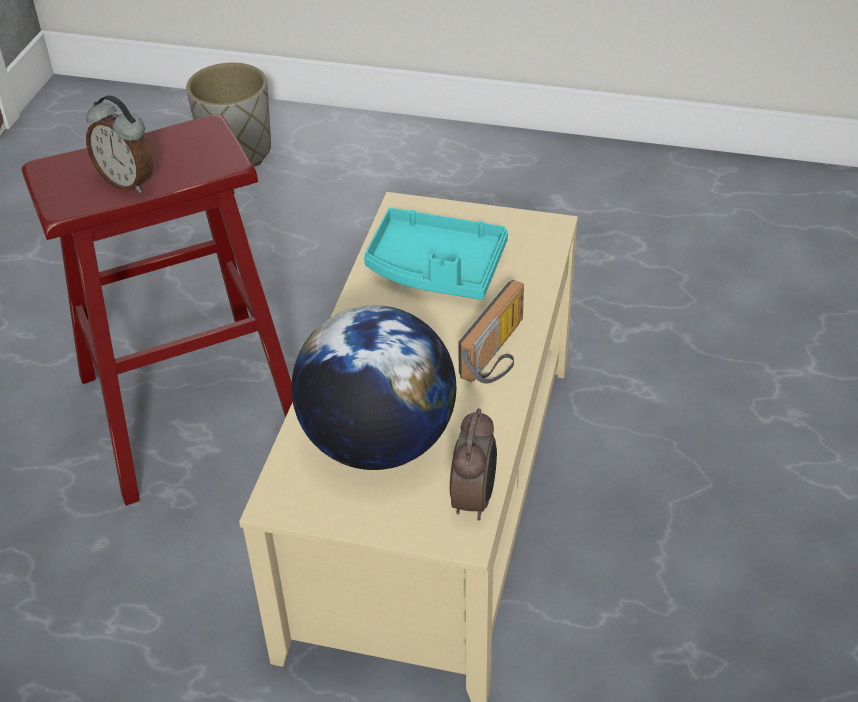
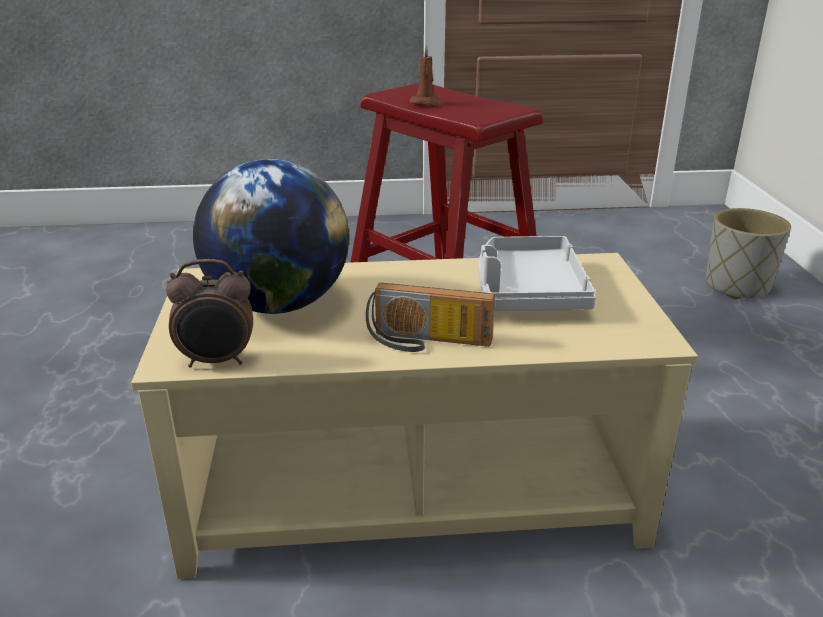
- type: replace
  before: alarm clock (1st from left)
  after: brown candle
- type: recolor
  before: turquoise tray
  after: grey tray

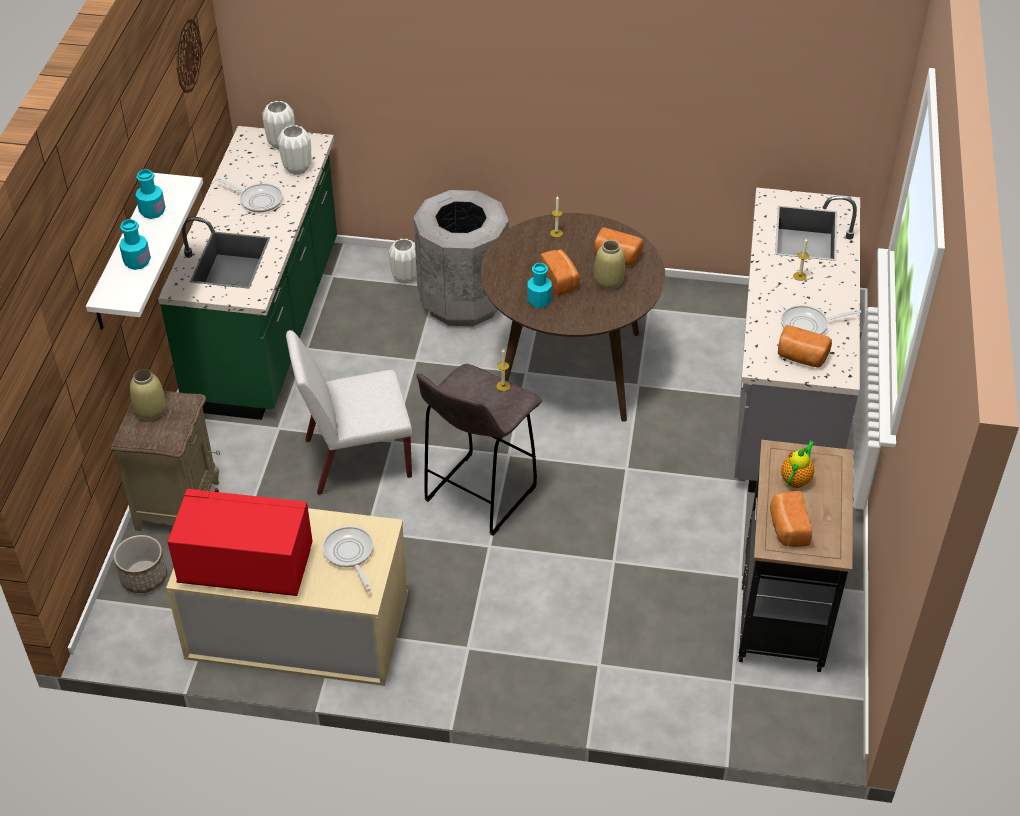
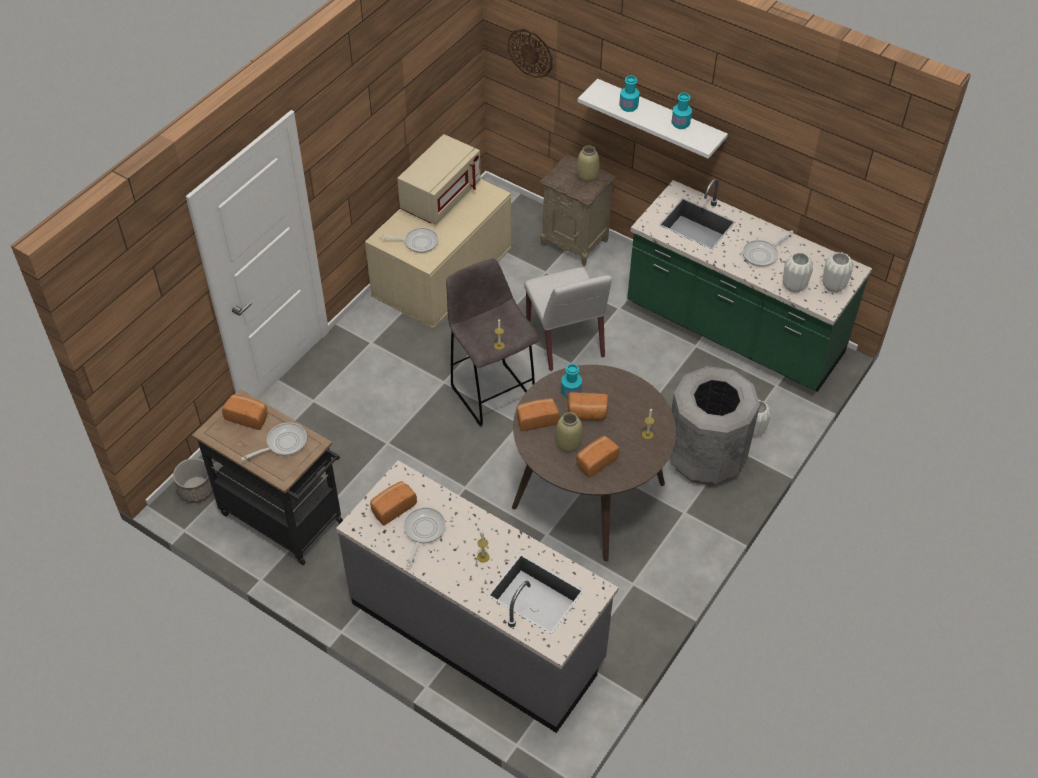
- type: insert
  after: bread (3rd from left)
- type: move
  before: planter
- type: move
  before: wall clock
- type: replace
  before: teapot
  after: frying pan (1st from left)
- type: recolor
  before: red microwave
  after: beige microwave
- type: rotate
  before: white chair
  turn: 150

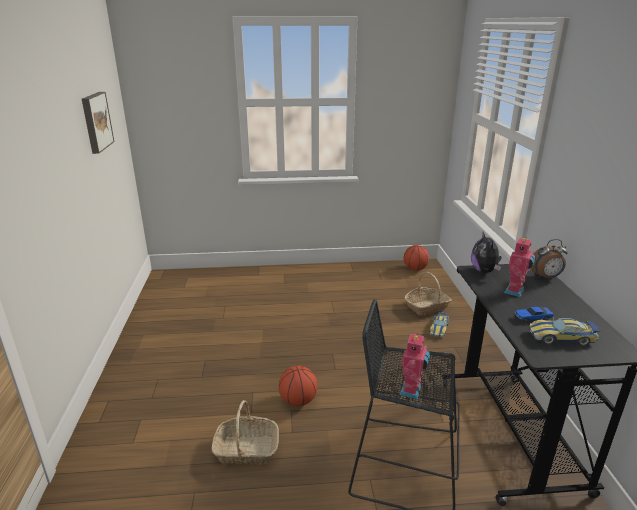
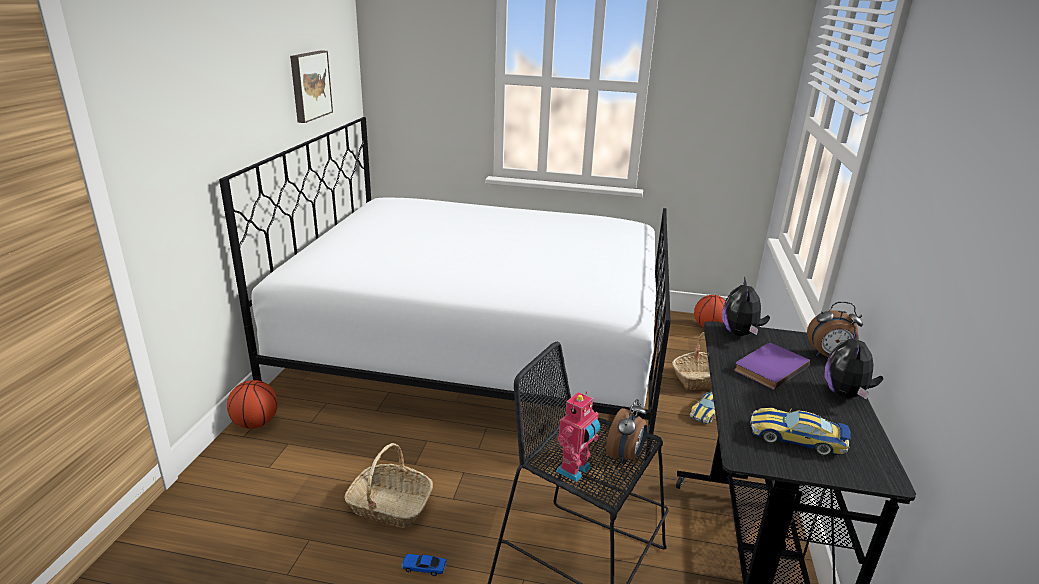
- type: insert
  after: white bed
- type: insert
  after: alarm clock (1st from left)
- type: insert
  after: plush toy (2nd from left)
- type: move
  before: basketball (1st from left)
- type: move
  before: toy car (2nd from left in the first image)
  after: toy car (1st from left)
- type: replace
  before: toy robot (2nd from left)
  after: purple book

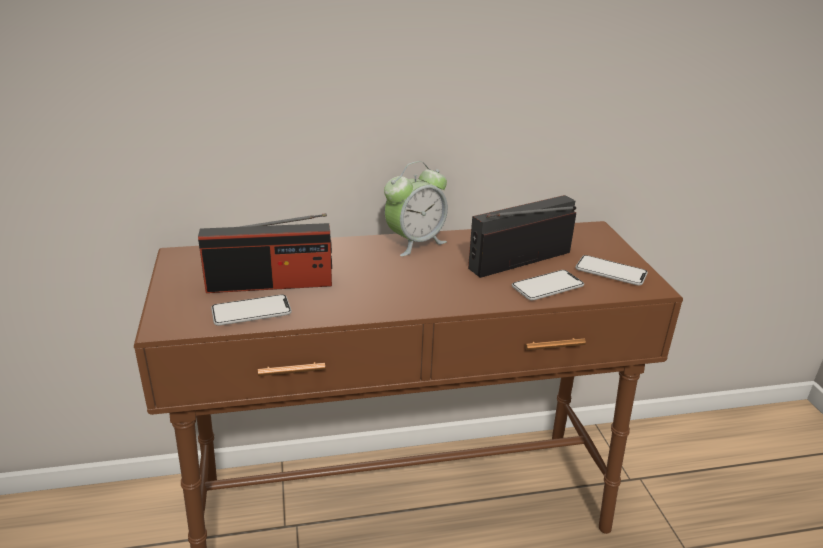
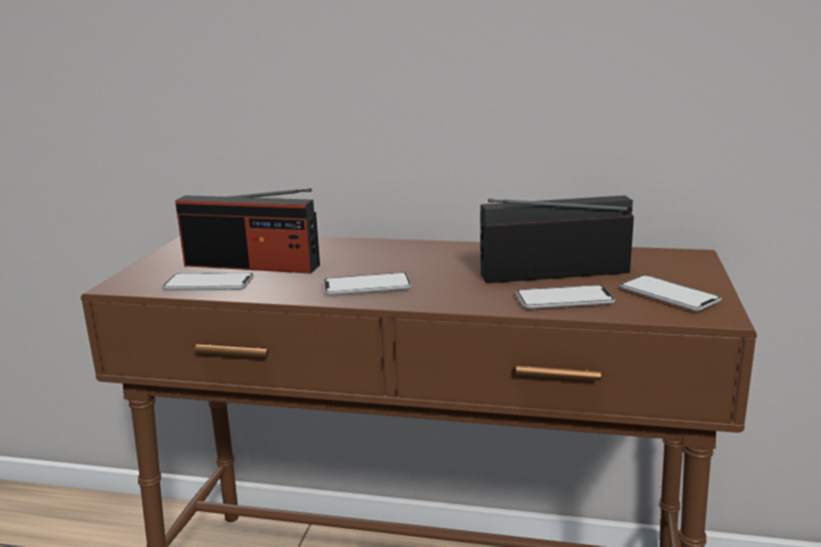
- type: delete
  before: alarm clock
- type: insert
  after: phone (2nd from left)

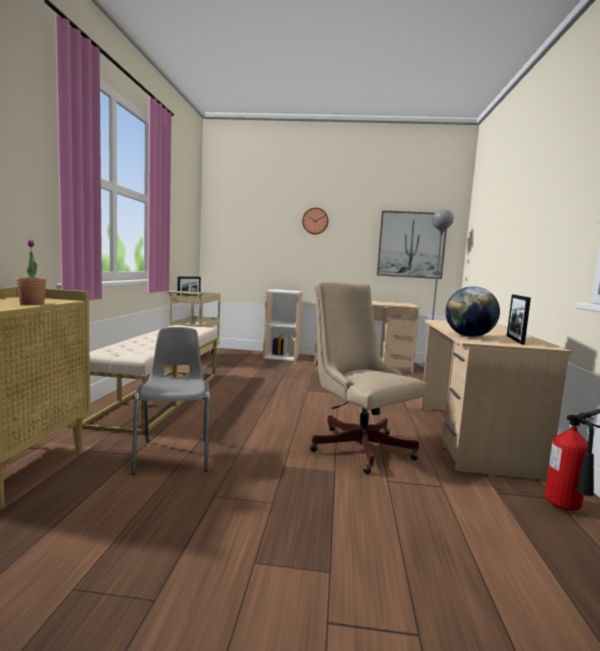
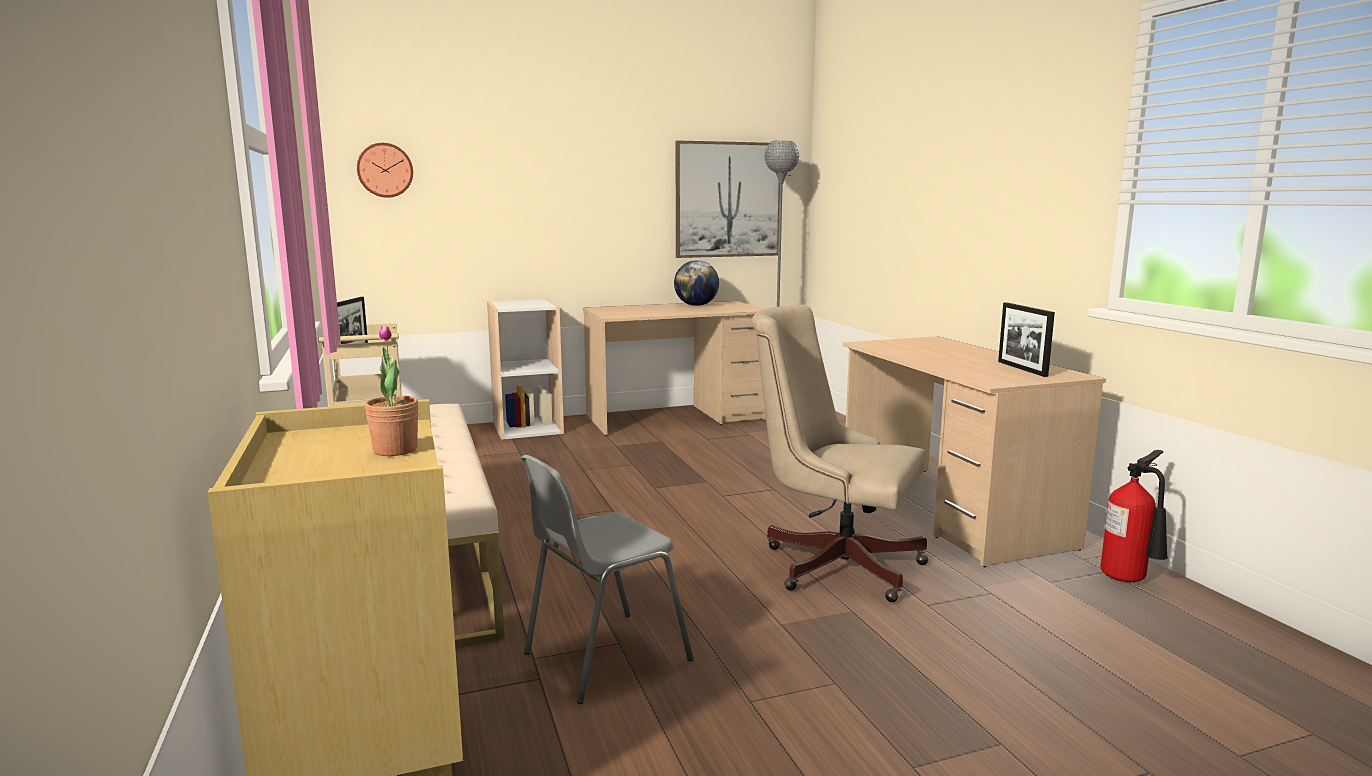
- type: move
  before: wall clock
- type: move
  before: globe
- type: rotate
  before: grey chair
  turn: -90

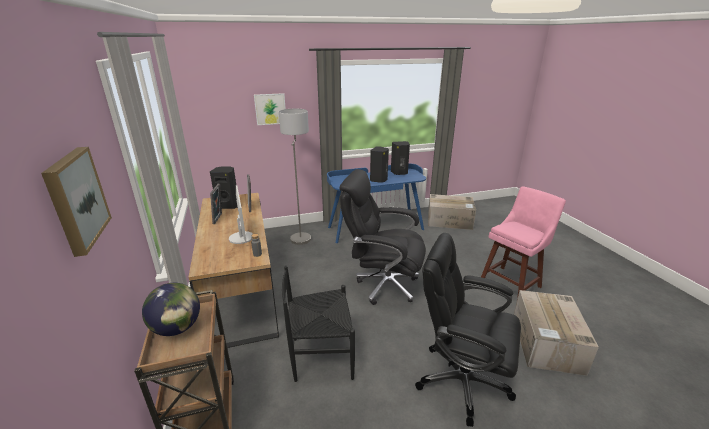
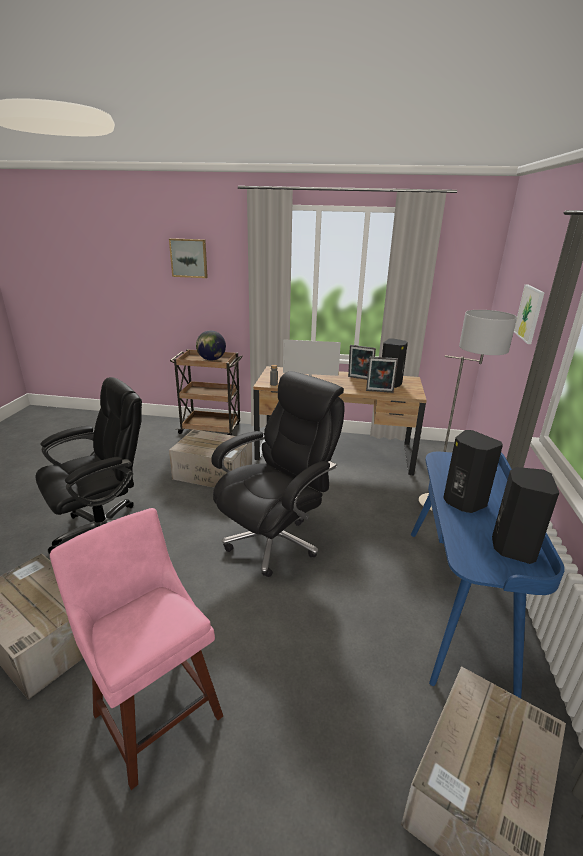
- type: replace
  before: black chair
  after: cardboard box (2nd from left)
- type: rotate
  before: pink chair
  turn: 150

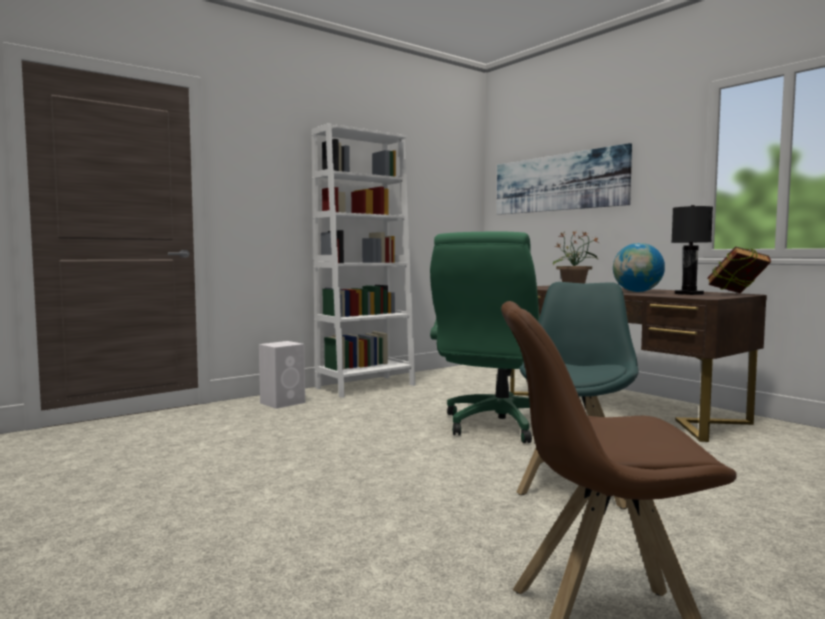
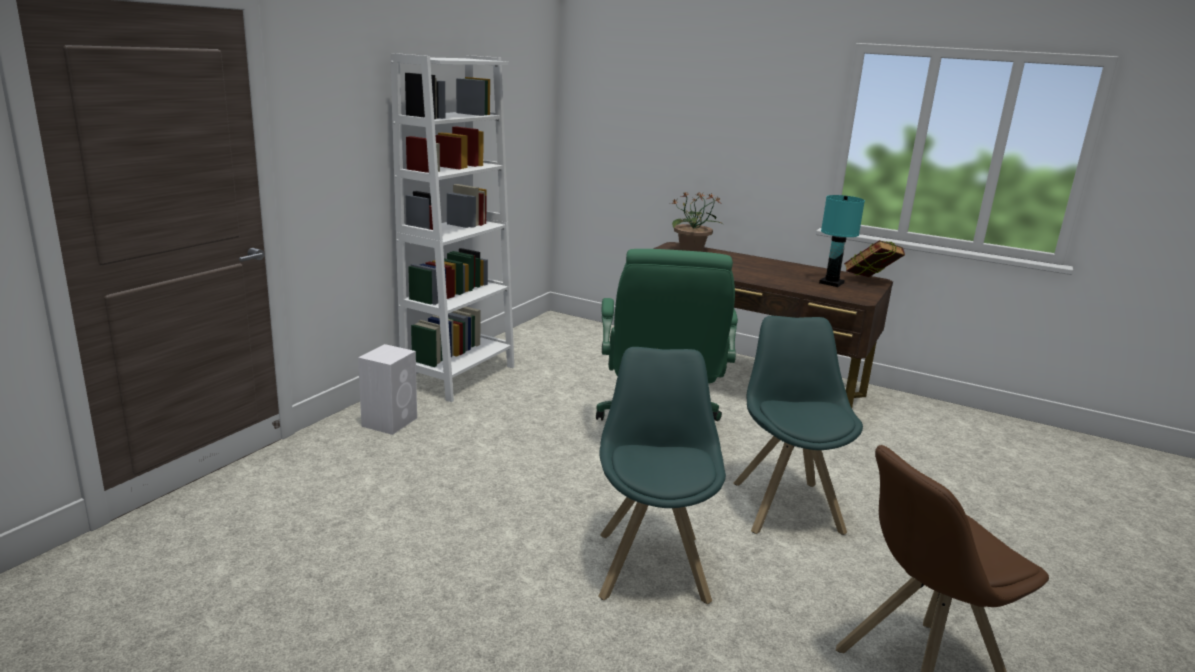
- type: delete
  before: picture
- type: delete
  before: globe
- type: insert
  after: turquoise chair (1st from left)
- type: recolor
  before: black table lamp
  after: turquoise table lamp

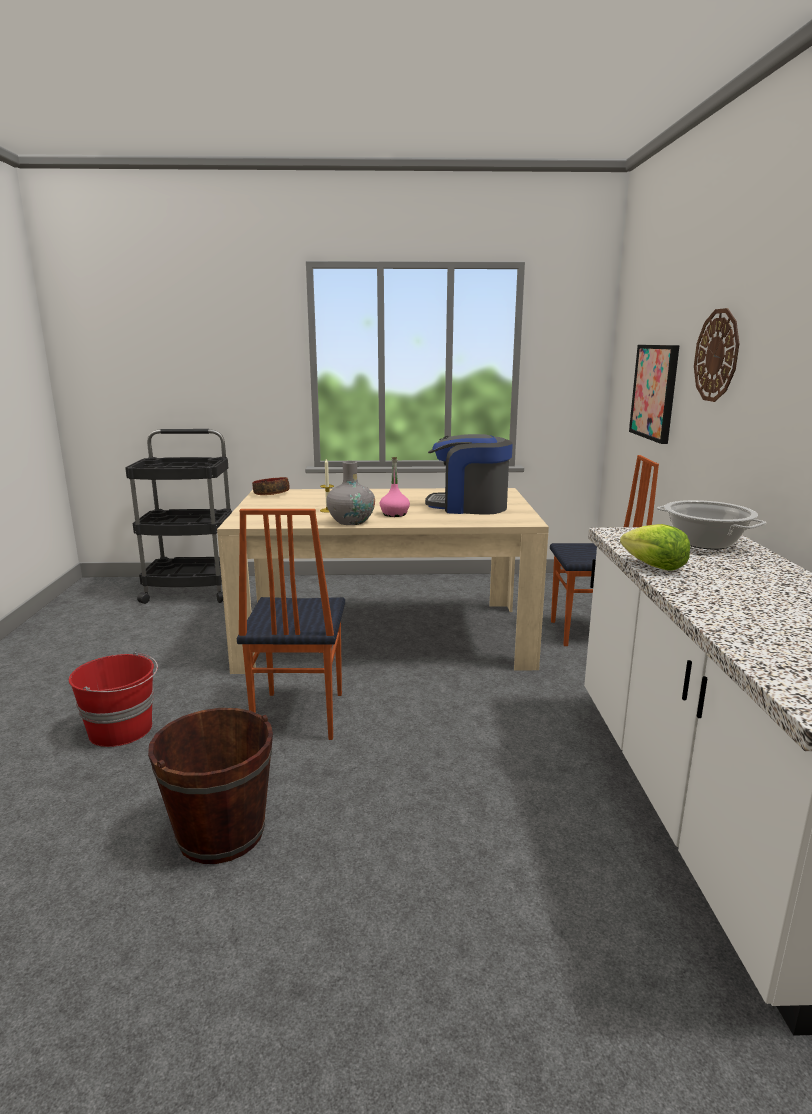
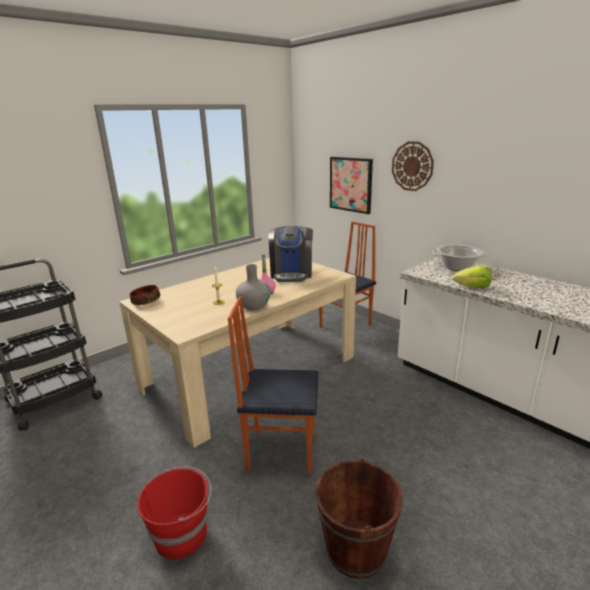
- type: rotate
  before: chair (1st from left)
  turn: 135
- type: rotate
  before: coffee machine
  turn: -60

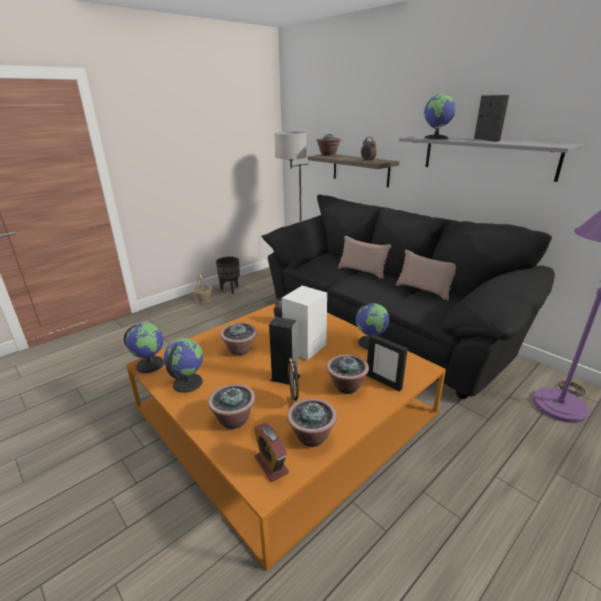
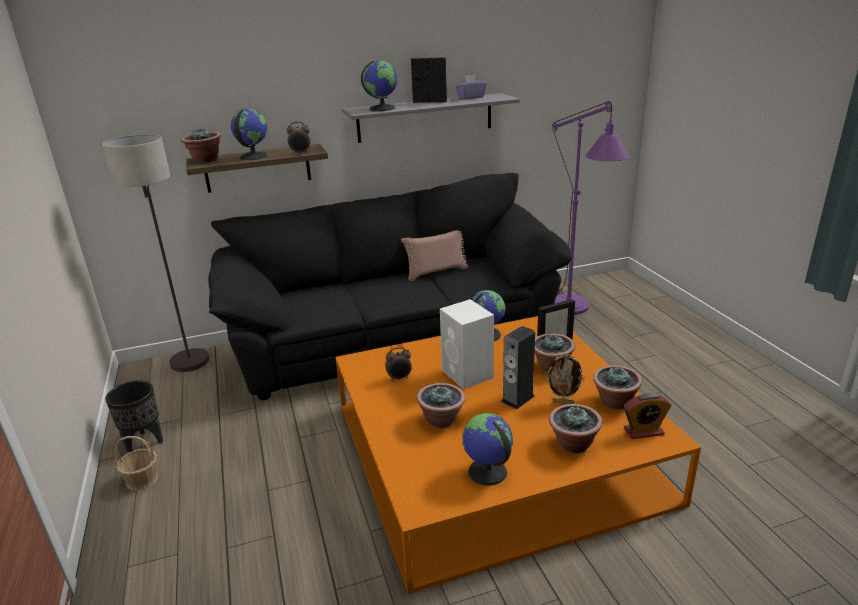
- type: delete
  before: beige pillow (1st from left)
- type: insert
  after: purple tissue box
- type: move
  before: globe (1st from left)

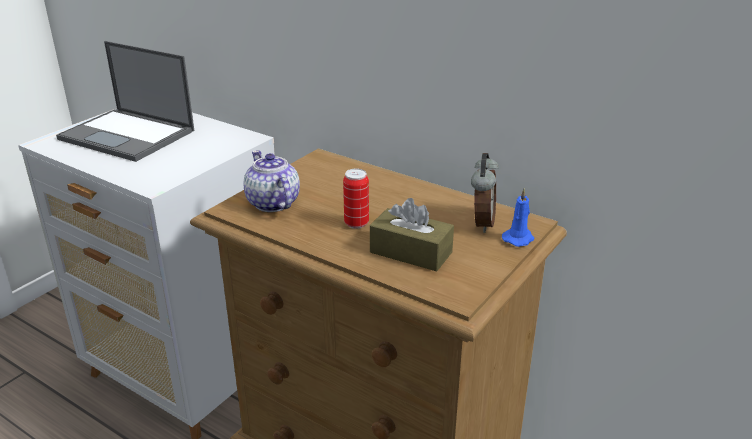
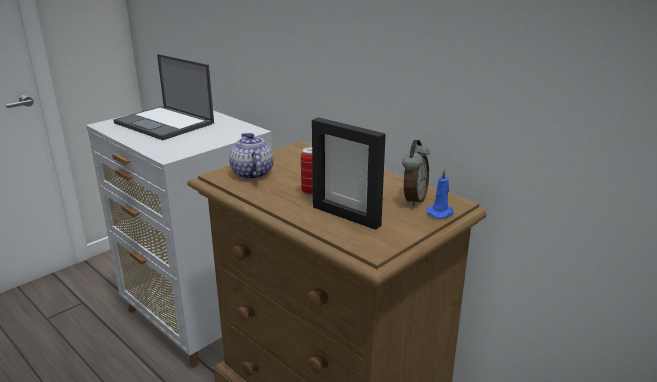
- type: replace
  before: brown tissue box
  after: picture frame

